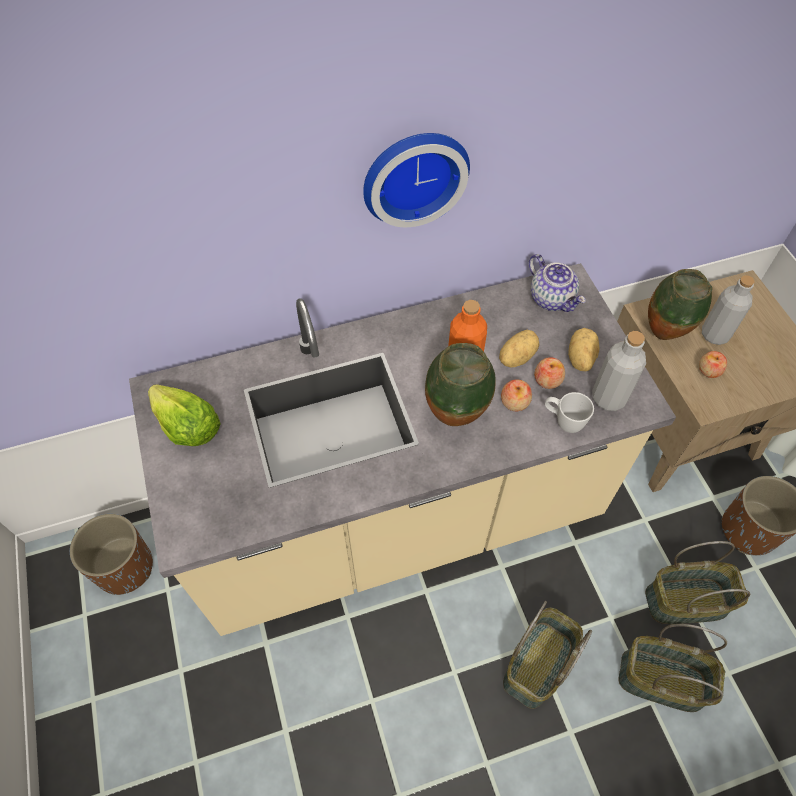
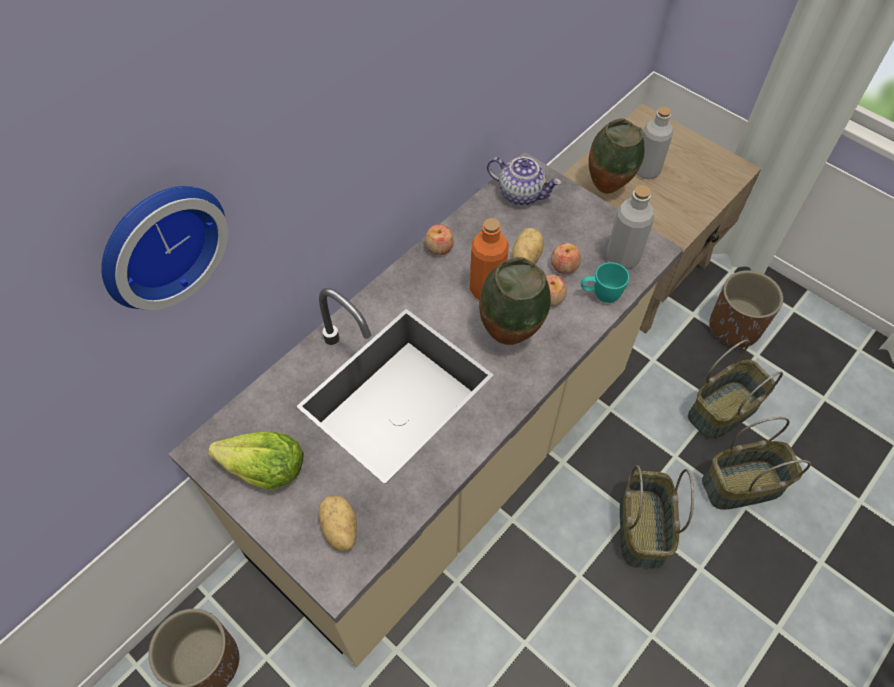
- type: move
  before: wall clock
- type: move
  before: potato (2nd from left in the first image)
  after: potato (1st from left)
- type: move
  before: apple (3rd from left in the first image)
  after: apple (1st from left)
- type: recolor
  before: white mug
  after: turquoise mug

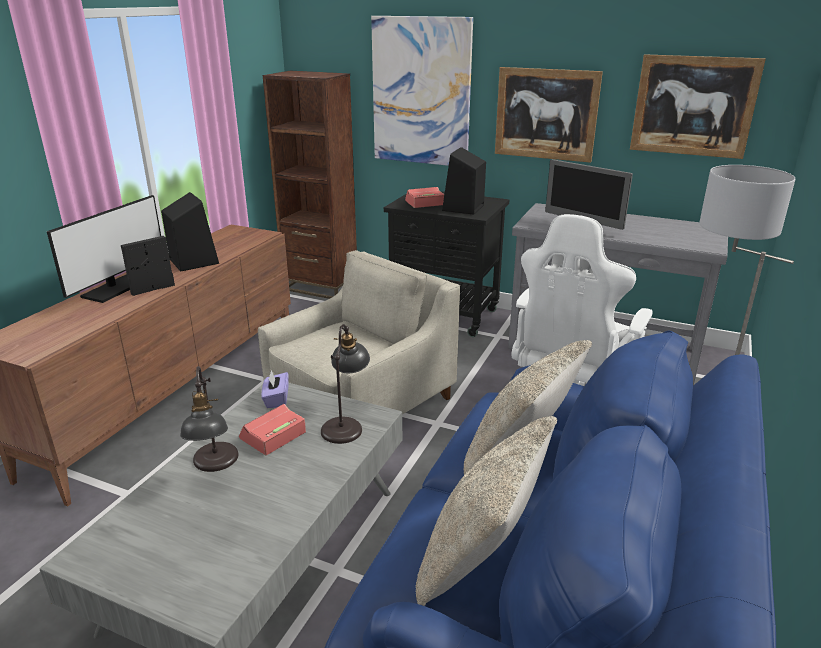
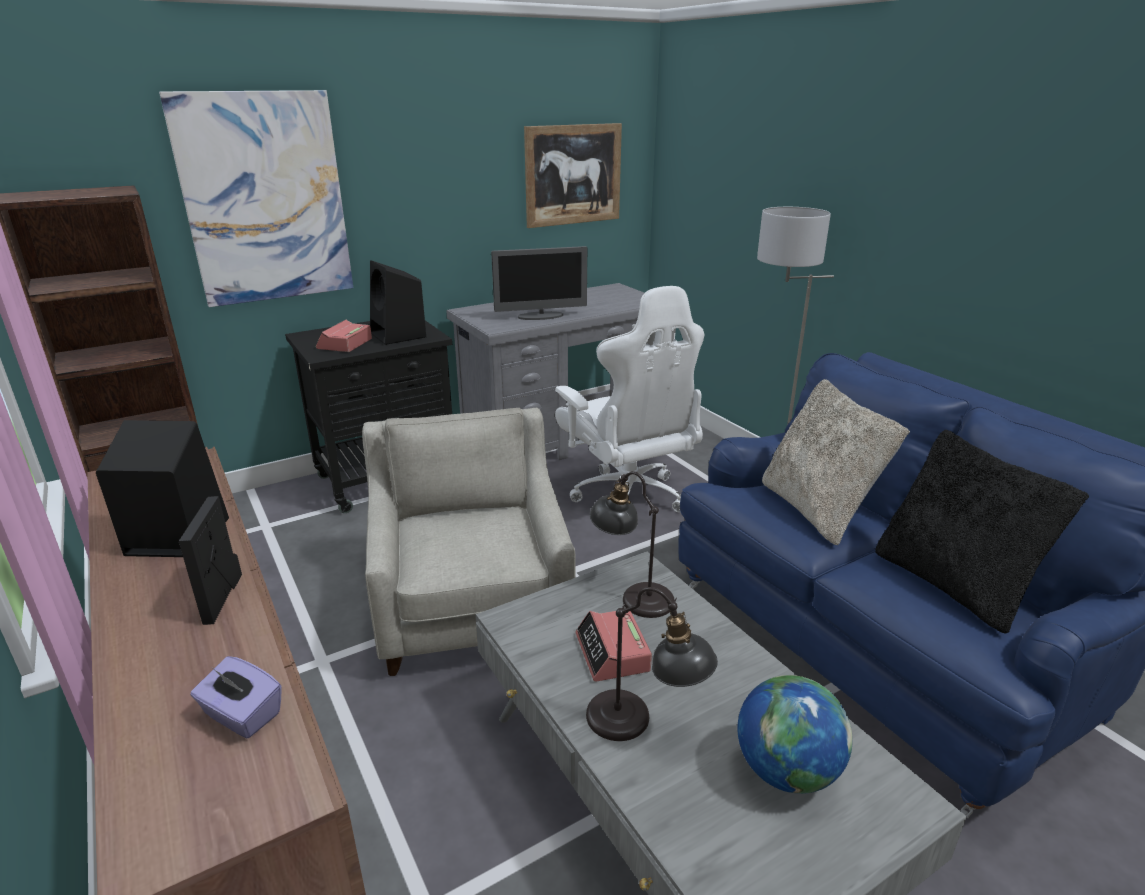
- type: delete
  before: monitor (1st from left)
- type: delete
  before: picture (2nd from left)
- type: insert
  after: globe
- type: move
  before: purple tissue box
- type: recolor
  before: beige pillow (1st from left)
  after: black pillow

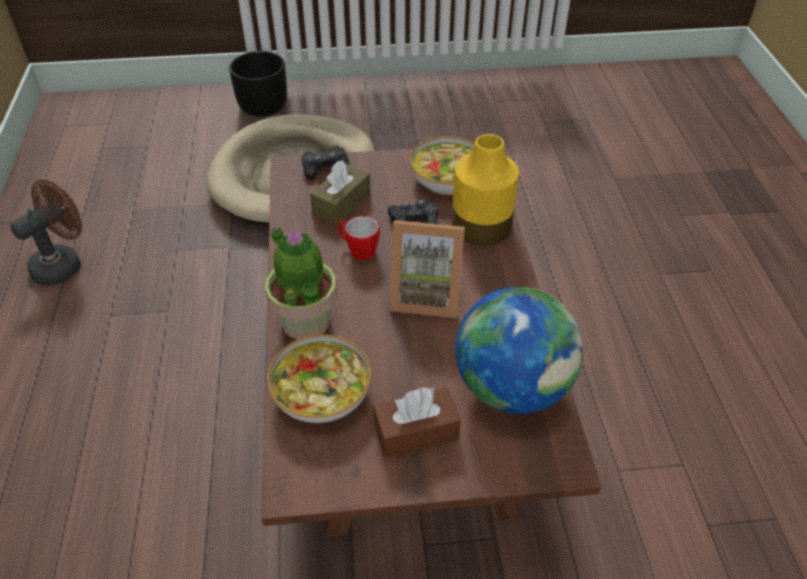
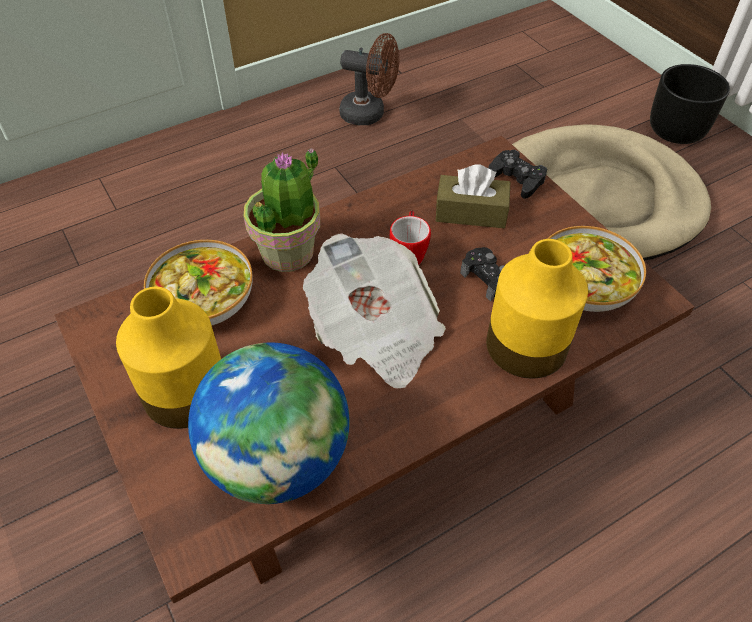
- type: replace
  before: brown tissue box (2nd from left)
  after: yellow vase (1st from left)
- type: replace
  before: picture frame
  after: newspaper

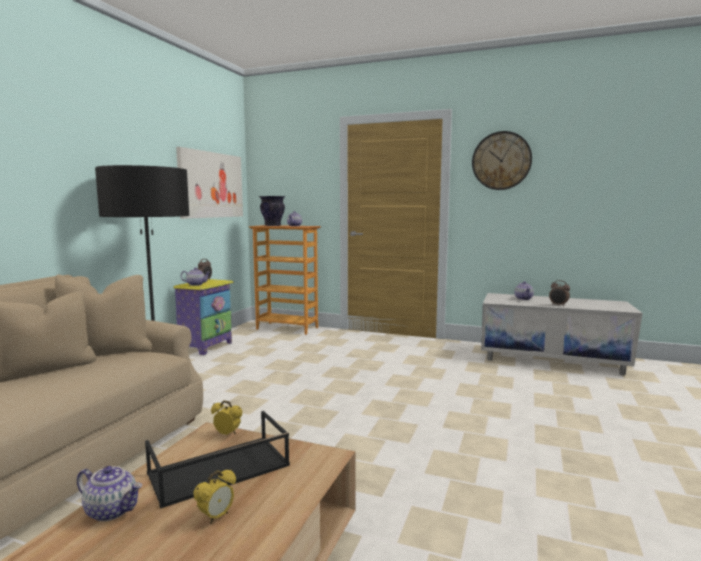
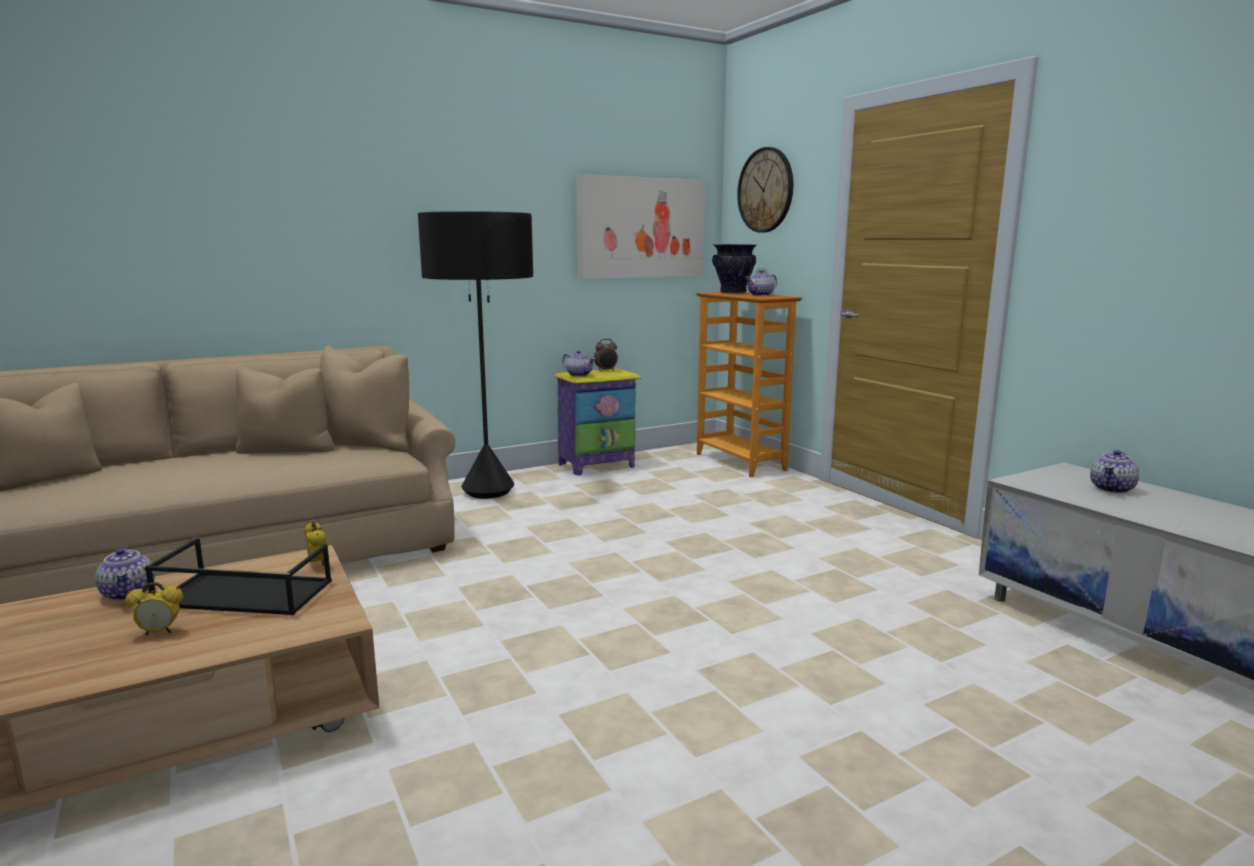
- type: delete
  before: alarm clock (4th from left)
- type: move
  before: wall clock

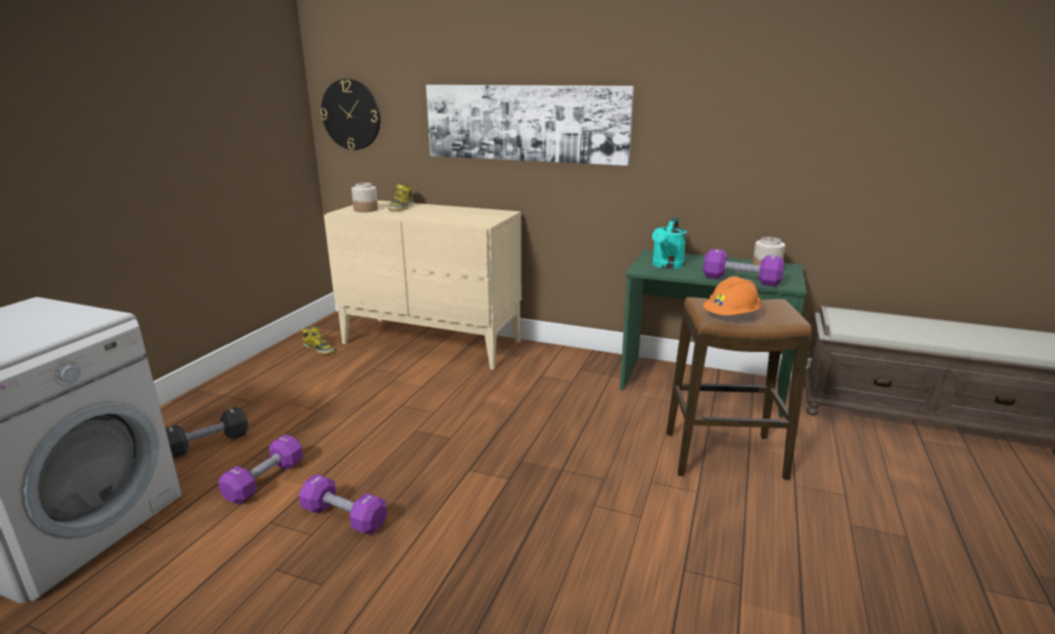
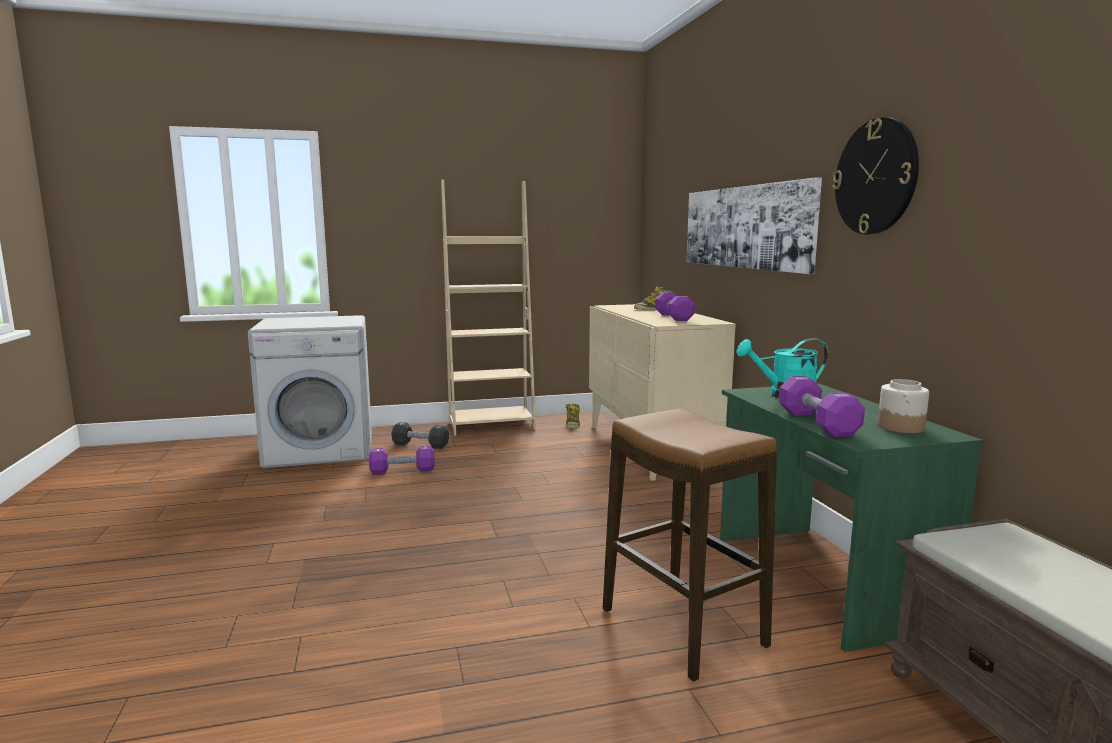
- type: delete
  before: jar (1st from left)
- type: delete
  before: orange hard hat
- type: insert
  after: beige bookcase
- type: move
  before: purple dumbbell (2nd from left)
- type: move
  before: wall clock

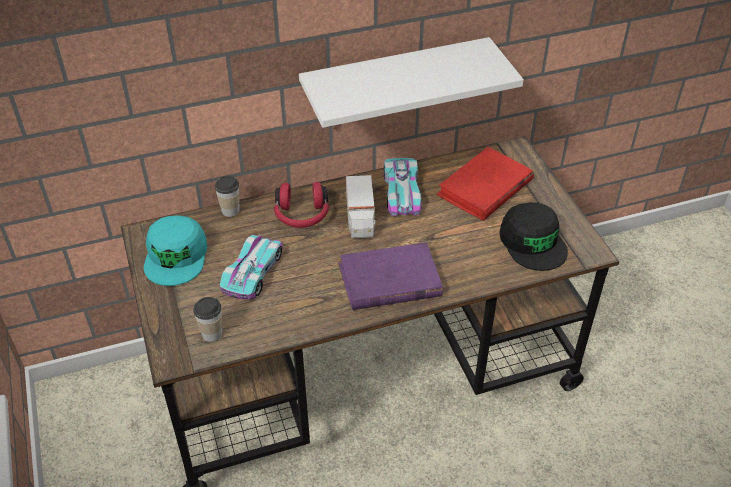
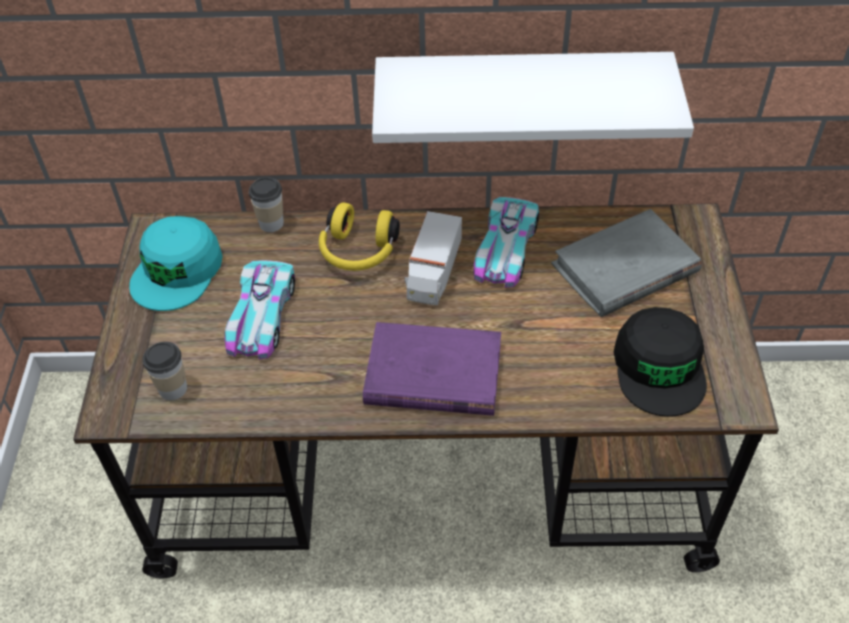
- type: recolor
  before: red headphones
  after: yellow headphones
- type: recolor
  before: red book
  after: grey book
- type: rotate
  before: toy car (1st from left)
  turn: 150

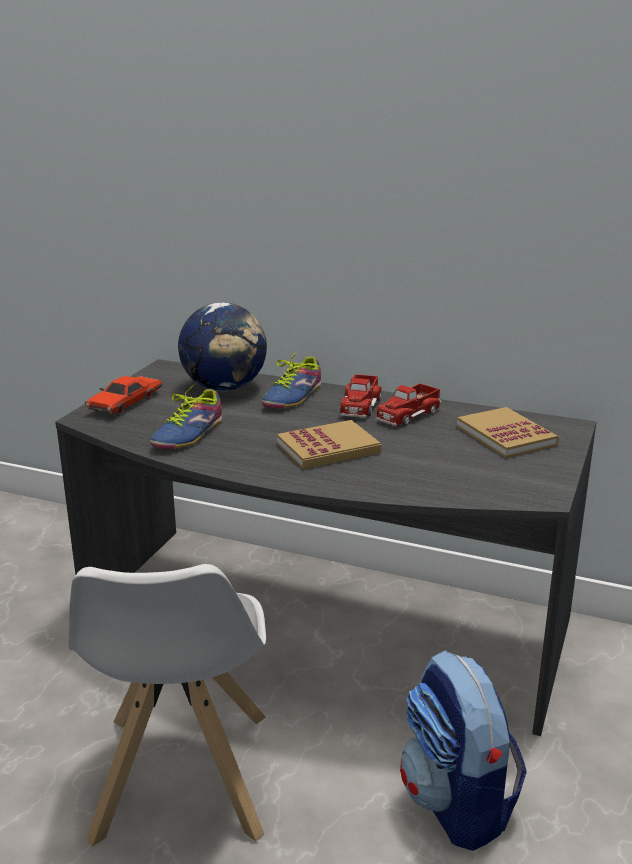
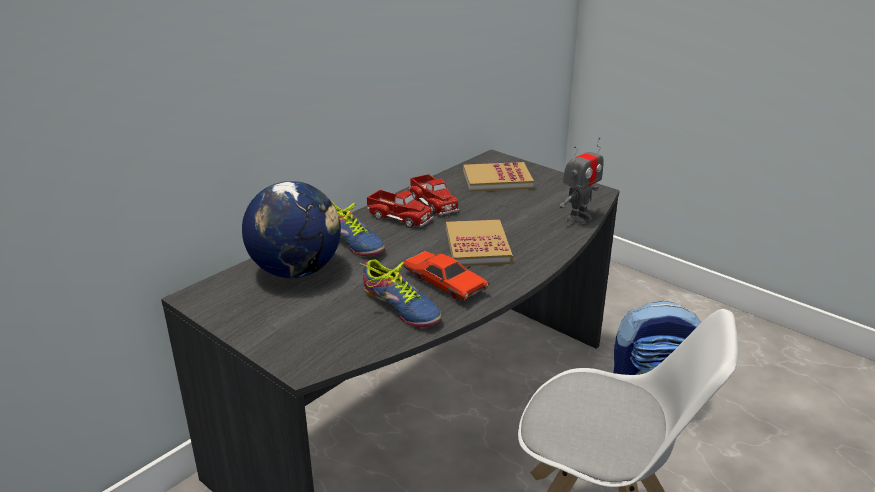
- type: insert
  after: toy robot
- type: move
  before: red toy car

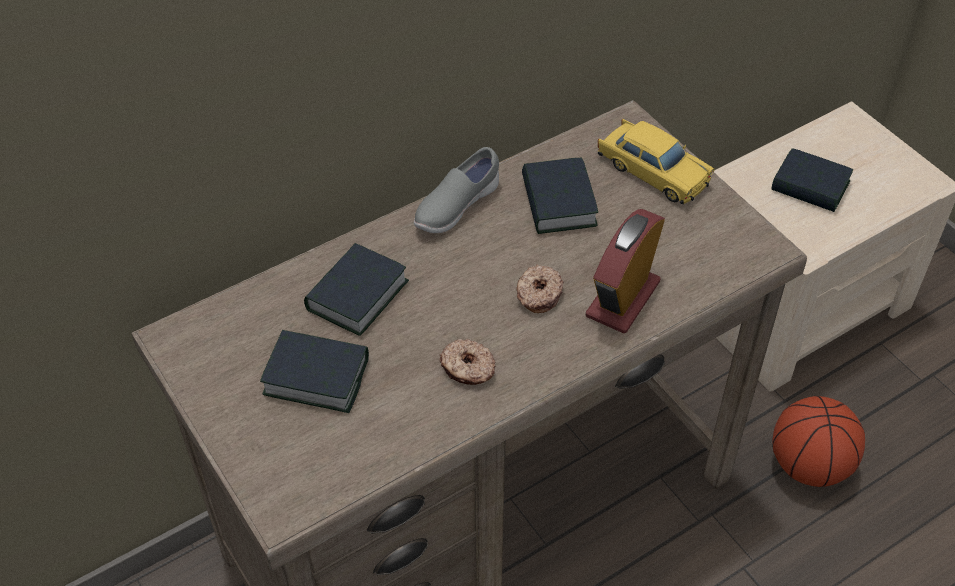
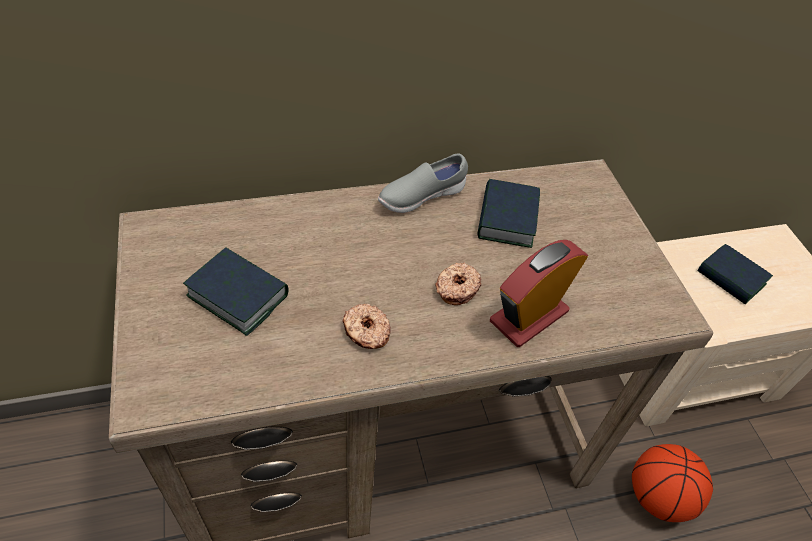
- type: delete
  before: book (2nd from left)
- type: delete
  before: yellow toy car

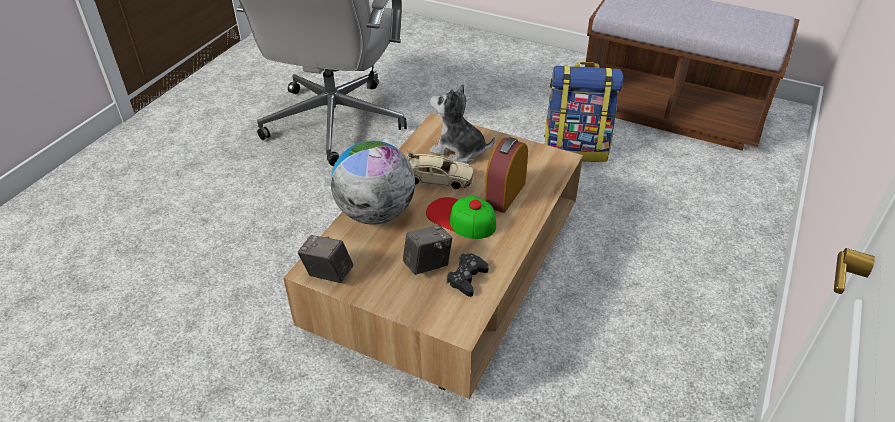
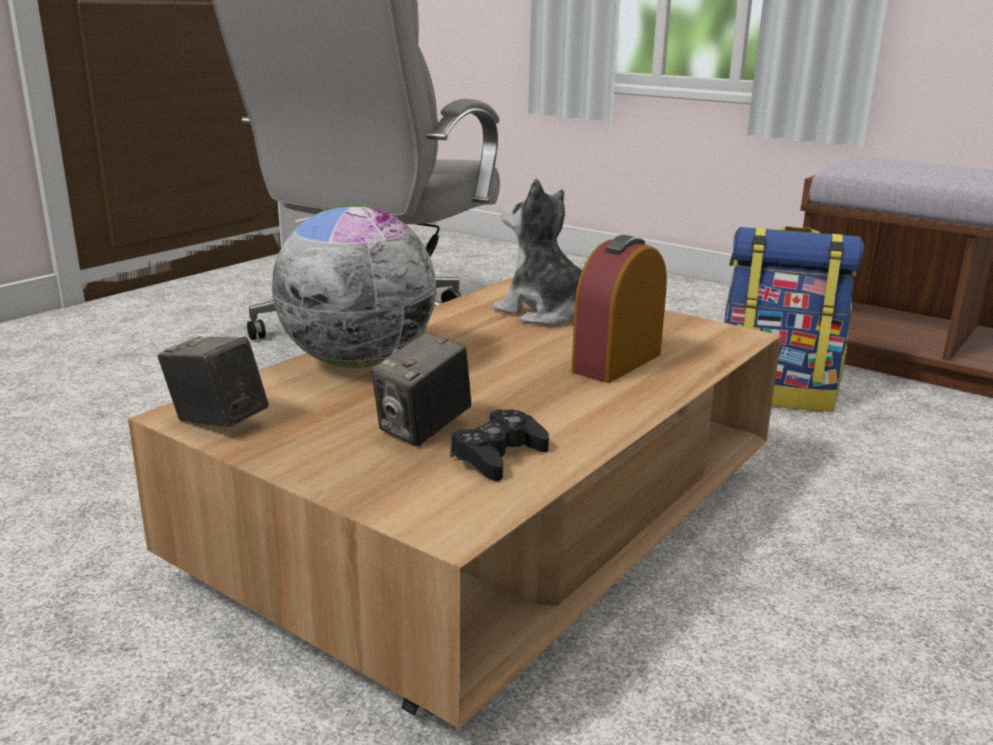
- type: delete
  before: beige toy car
- type: delete
  before: cap
- type: rotate
  before: photo camera (2nd from left)
  turn: 150

